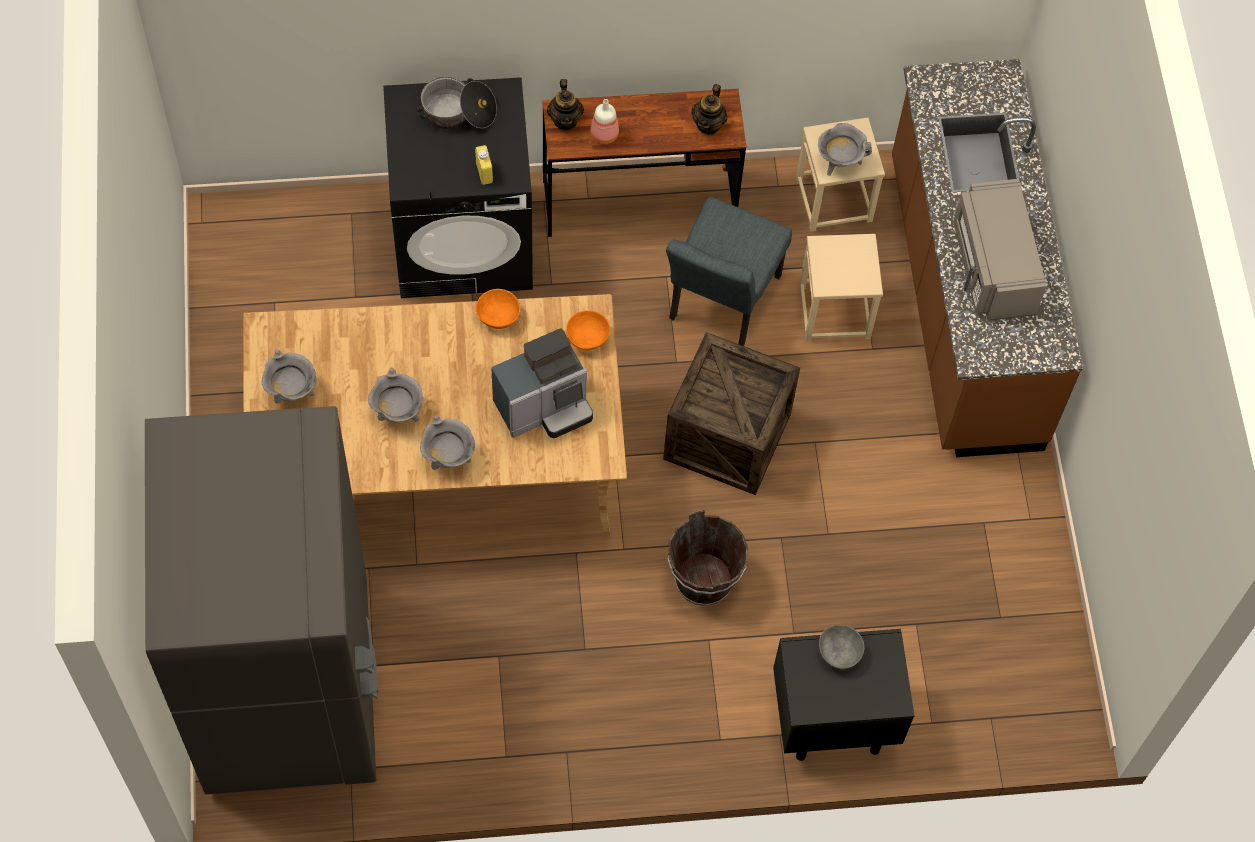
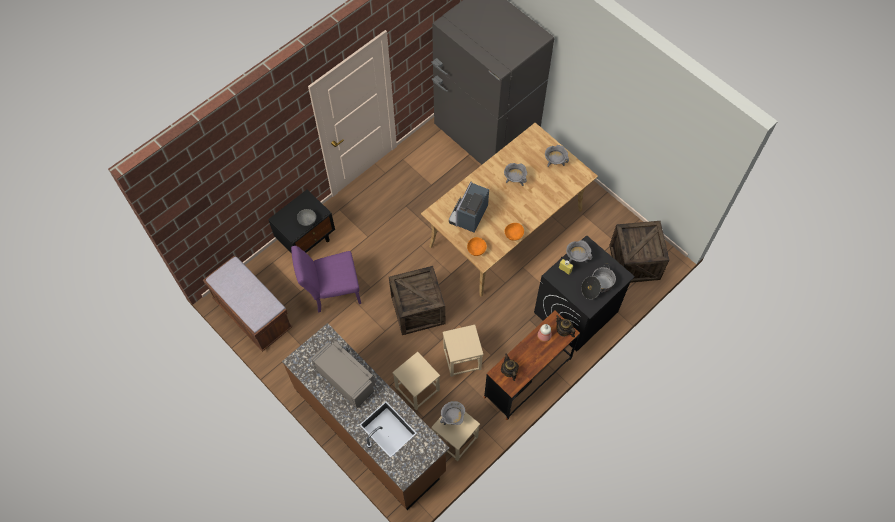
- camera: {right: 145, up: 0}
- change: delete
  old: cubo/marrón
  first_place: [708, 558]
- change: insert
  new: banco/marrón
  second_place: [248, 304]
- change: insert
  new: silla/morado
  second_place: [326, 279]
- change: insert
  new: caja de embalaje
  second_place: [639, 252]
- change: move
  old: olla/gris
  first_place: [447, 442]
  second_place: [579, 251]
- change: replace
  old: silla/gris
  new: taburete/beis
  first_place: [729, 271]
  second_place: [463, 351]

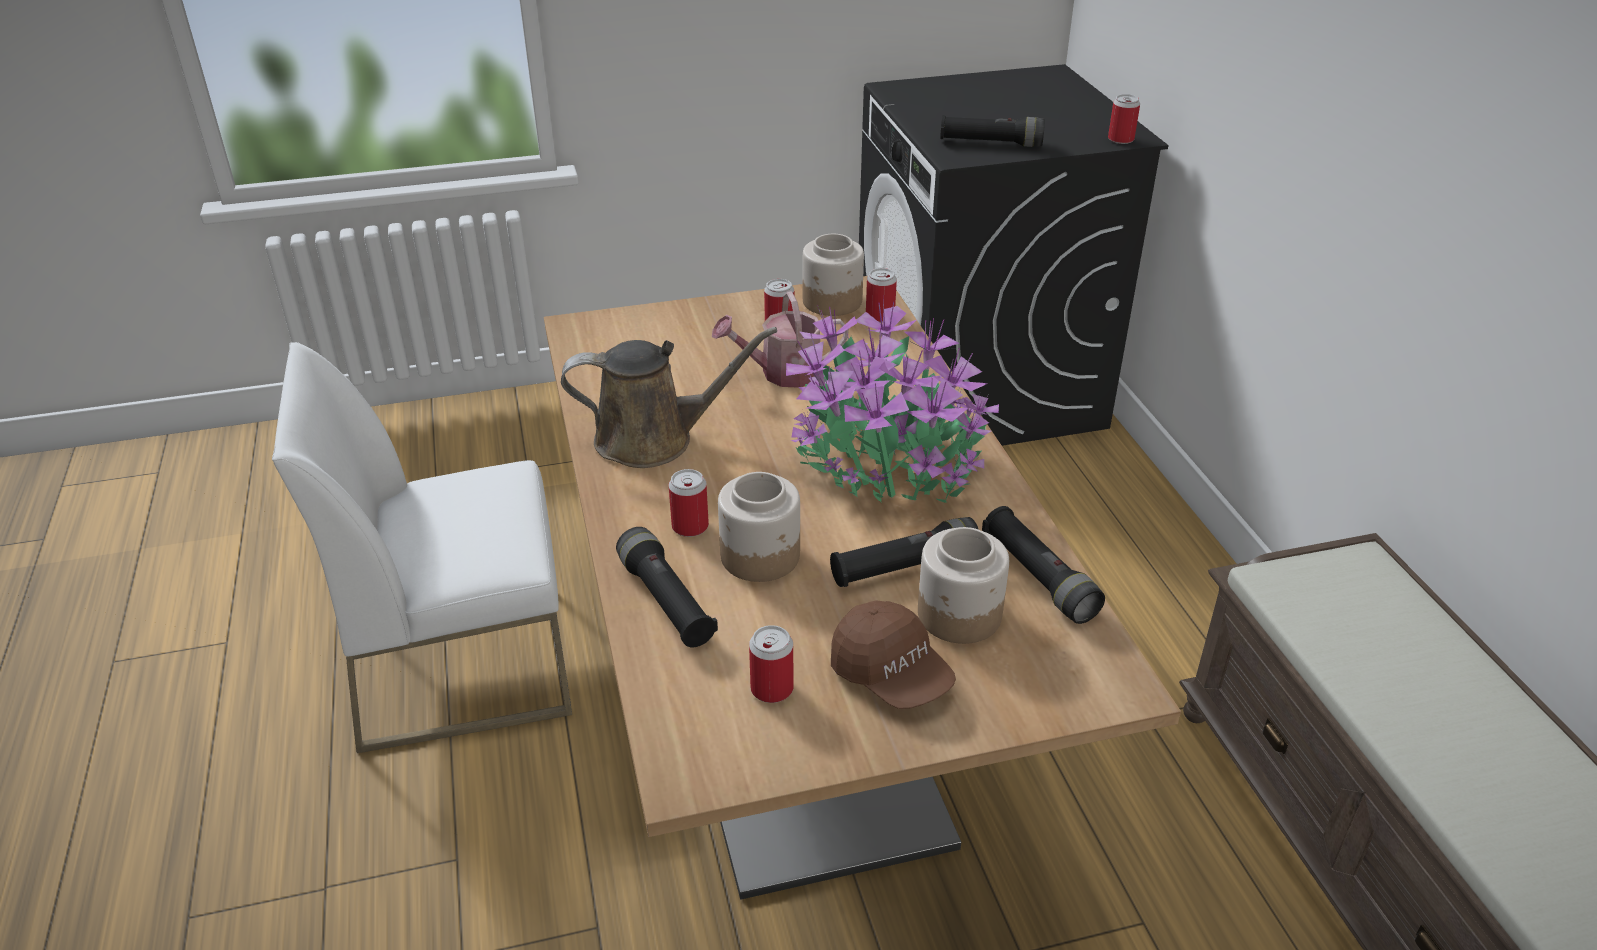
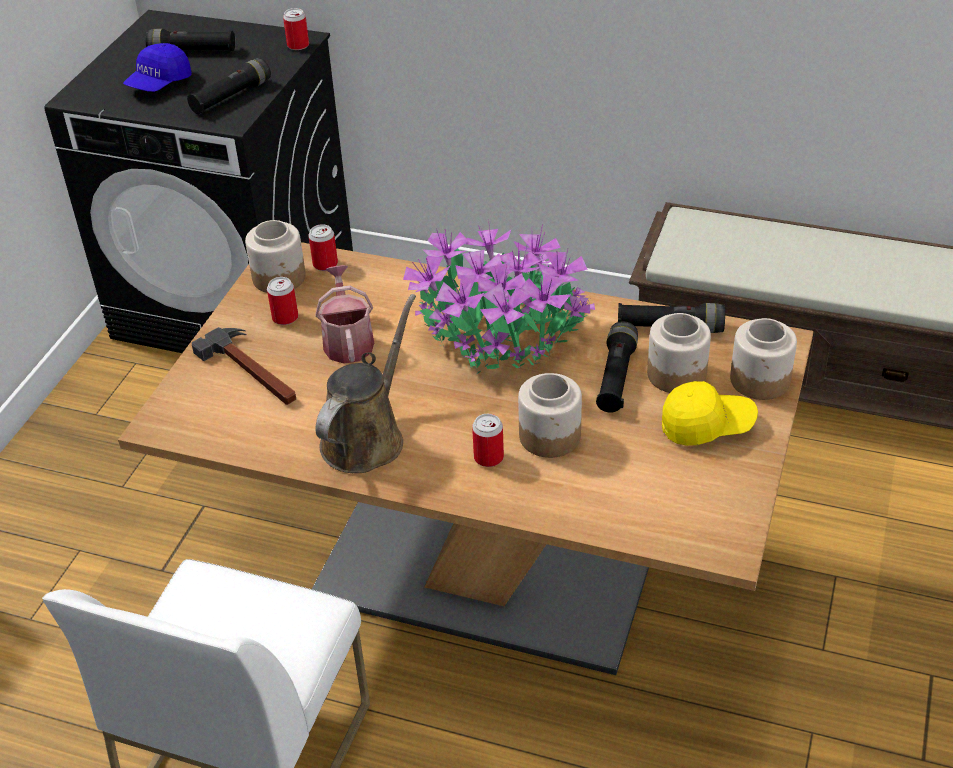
- camera: {right: -55, up: 5}
- change: delete
  old: lata
  first_place: [771, 664]
- change: insert
  new: gorra/azul
  second_place: [157, 67]
- change: insert
  new: martillo
  second_place: [244, 366]
- change: insert
  new: tarro
  second_place: [763, 359]
- change: move
  old: linterna/negro
  first_place: [667, 587]
  second_place: [190, 40]
- change: recolor
  old: gorra/marrón
  new: gorra/amarillo
  first_place: [893, 654]
  second_place: [710, 413]
- change: rotate
  old: regadera
  first_place: [780, 339]
  second_place: [344, 314]
  degrees: 150

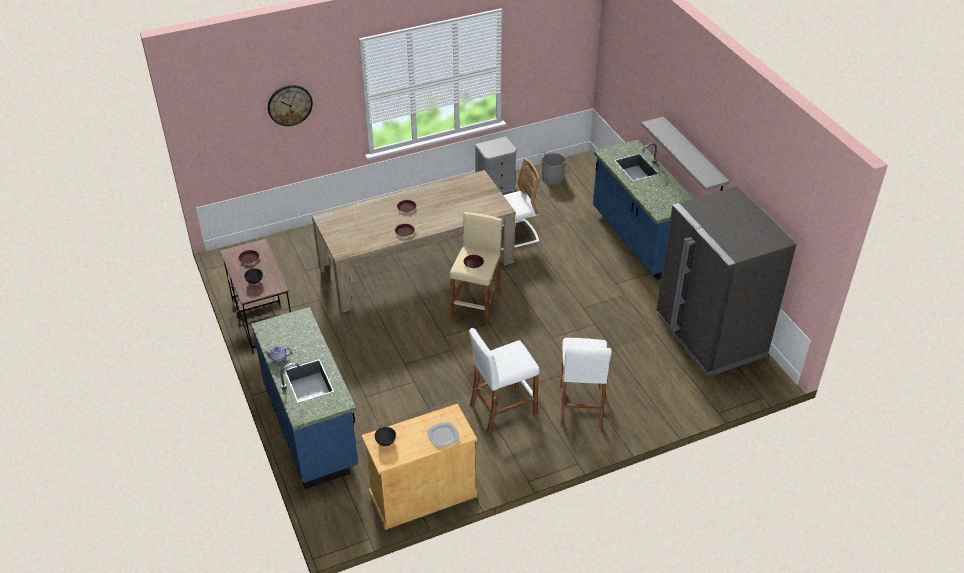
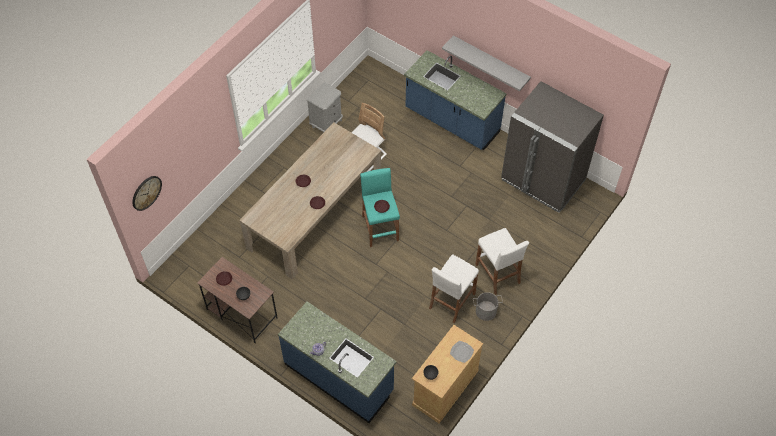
- camera: {right: -30, up: 15}
- change: move
  old: reloj de pared
  first_place: [290, 105]
  second_place: [147, 193]
- change: move
  old: cubo/gris
  first_place: [554, 168]
  second_place: [488, 306]
- change: recolor
  old: taburete/beis
  new: taburete/turquesa
  first_place: [476, 269]
  second_place: [380, 207]

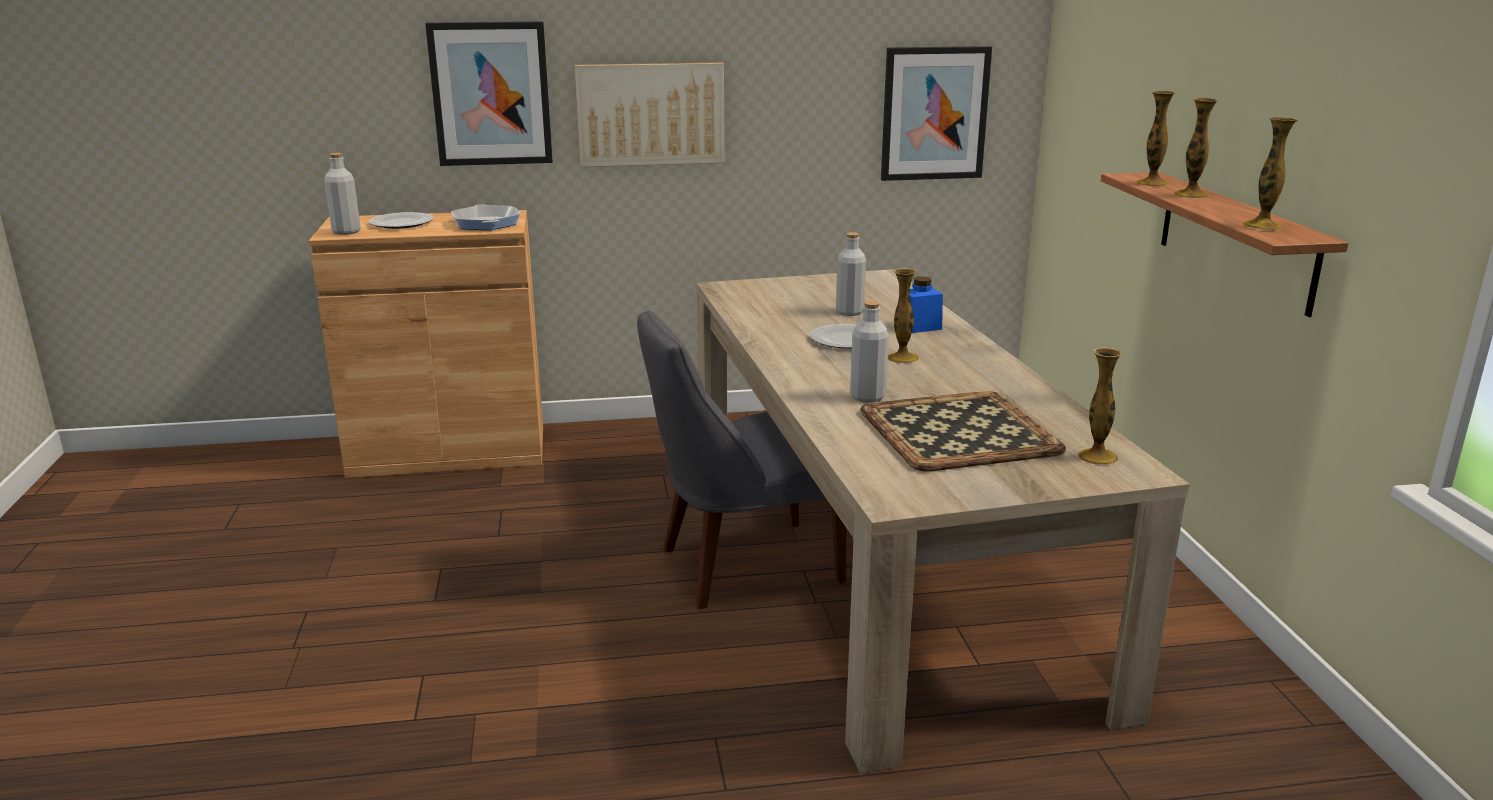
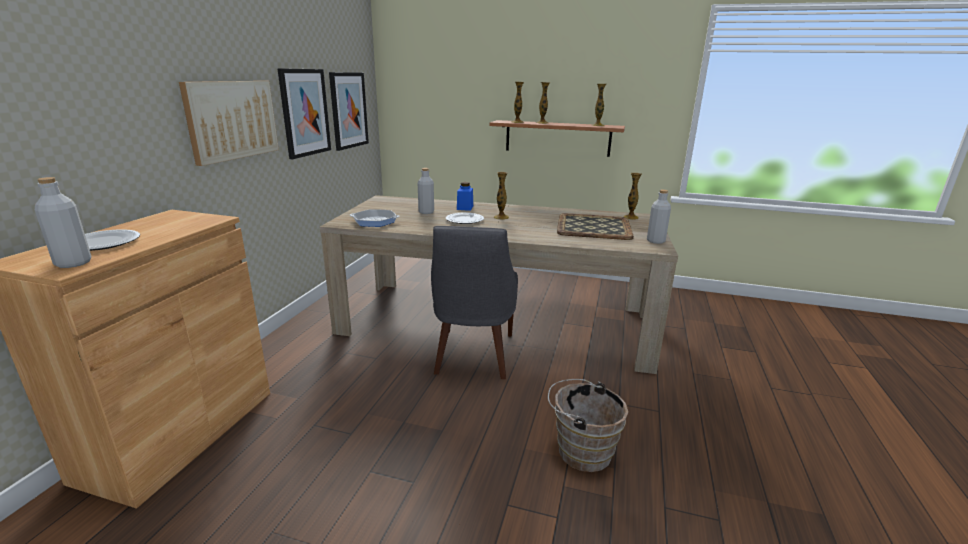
- camera: {right: -65, up: 0}
- change: insert
  new: cubo/marrón
  second_place: [588, 425]
- change: move
  old: cuadro
  first_place: [489, 93]
  second_place: [304, 113]
- change: move
  old: sartén
  first_place: [485, 217]
  second_place: [374, 218]
- change: move
  old: botella/gris
  first_place: [869, 352]
  second_place: [659, 217]

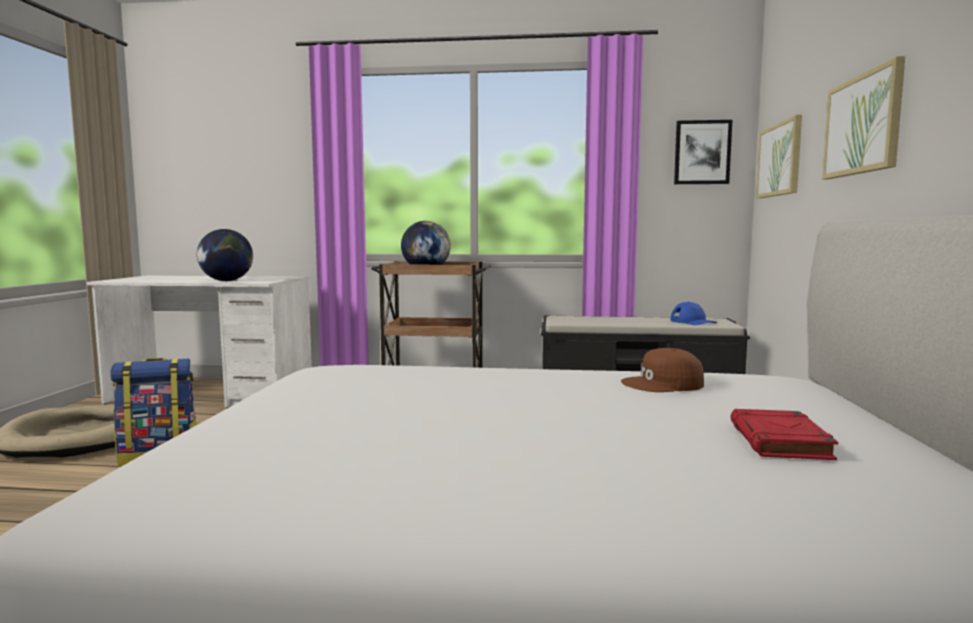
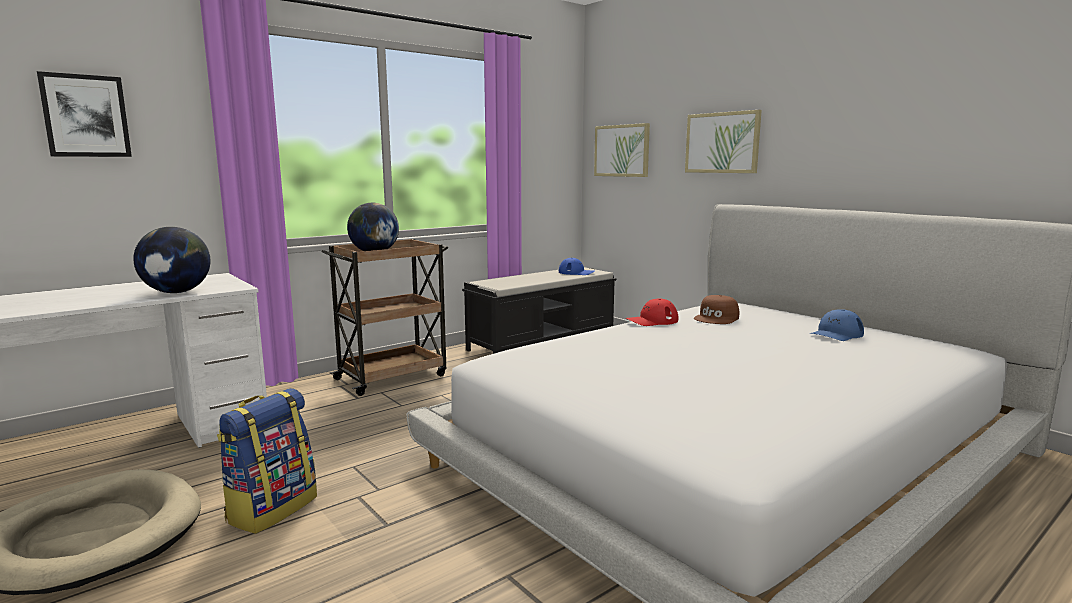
- camera: {right: -45, up: 5}
- change: insert
  new: gorra/rojo
  second_place: [652, 312]
- change: move
  old: cuadro
  first_place: [703, 152]
  second_place: [84, 114]
- change: replace
  old: libro/rojo
  new: gorra/azul
  first_place: [784, 434]
  second_place: [837, 325]

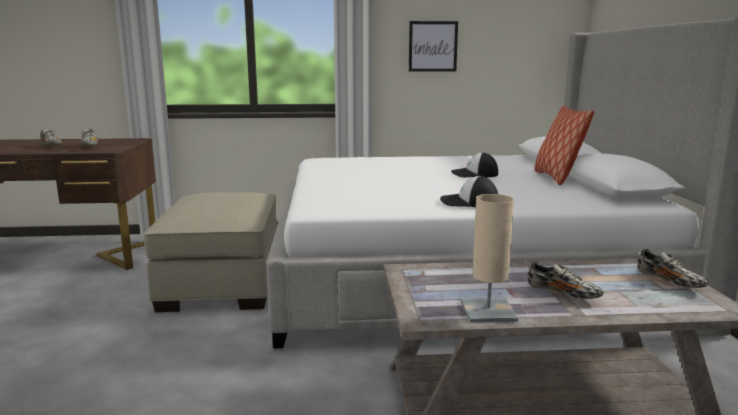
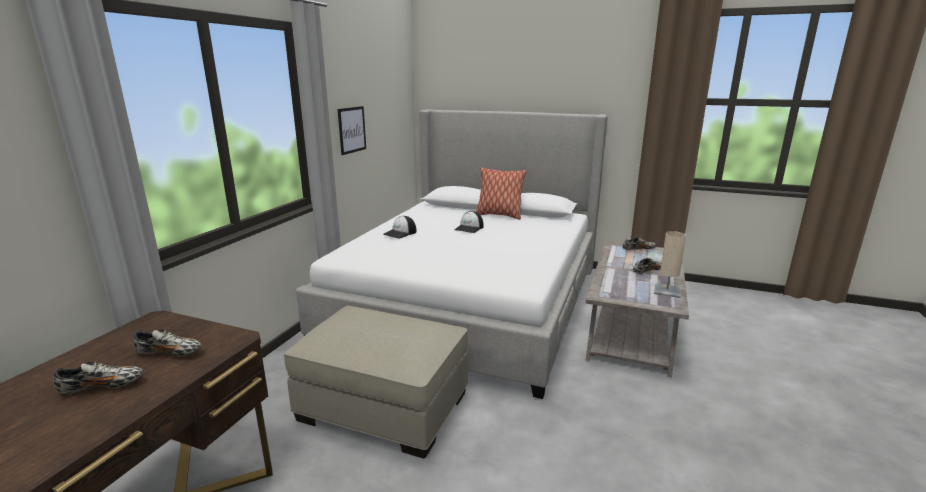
- camera: {right: -65, up: 5}
- change: move
  old: gorra
  first_place: [469, 192]
  second_place: [400, 227]

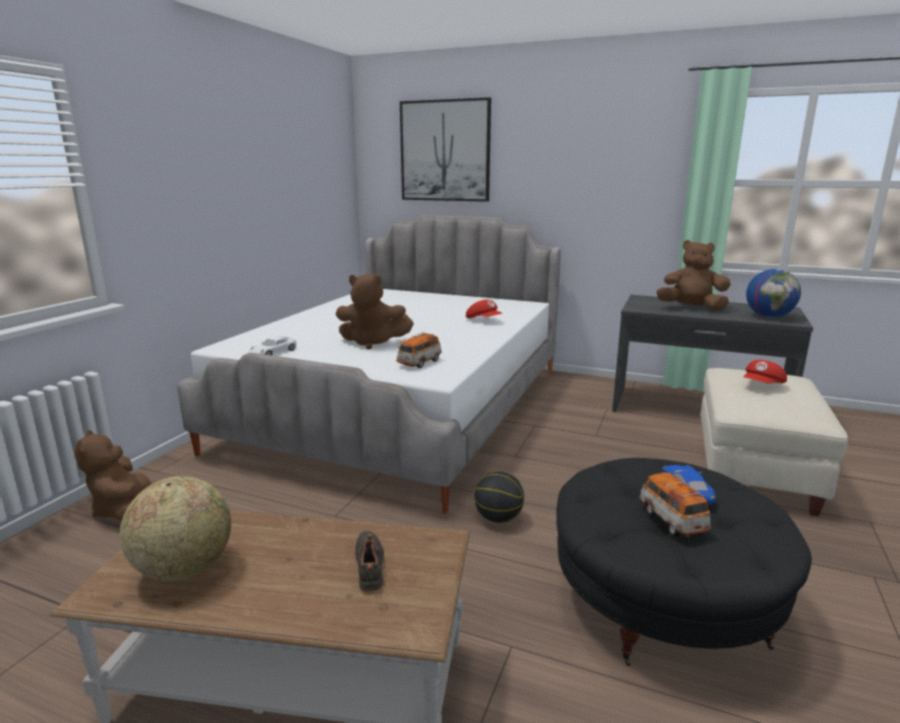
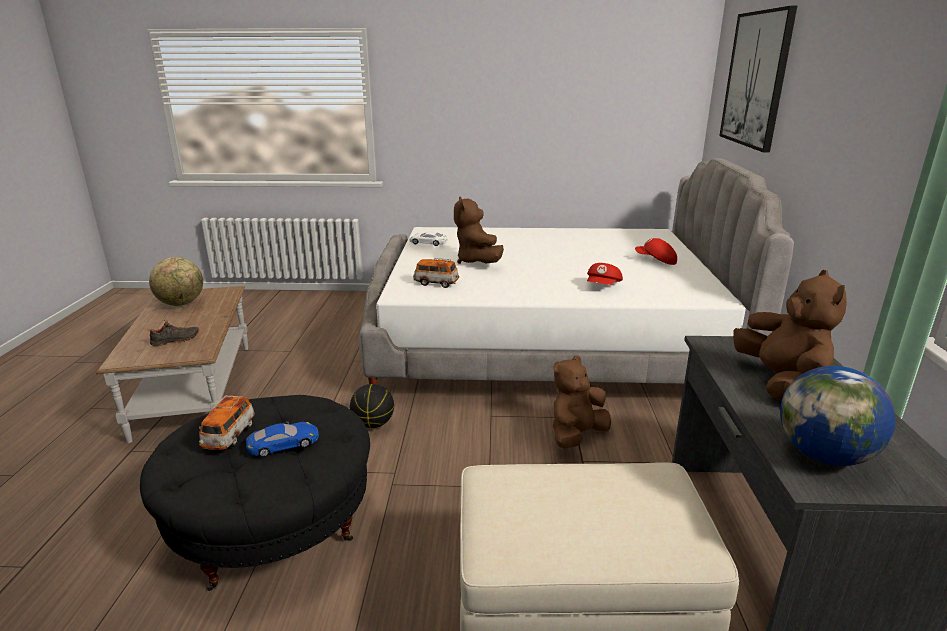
- camera: {right: 70, up: 5}
- change: move
  old: peluche/marrón
  first_place: [112, 475]
  second_place: [582, 402]
- change: move
  old: gorra/rojo
  first_place: [765, 372]
  second_place: [656, 251]
- change: rotate
  old: coche de juguete
  first_place: [675, 505]
  second_place: [227, 422]
  degrees: 135

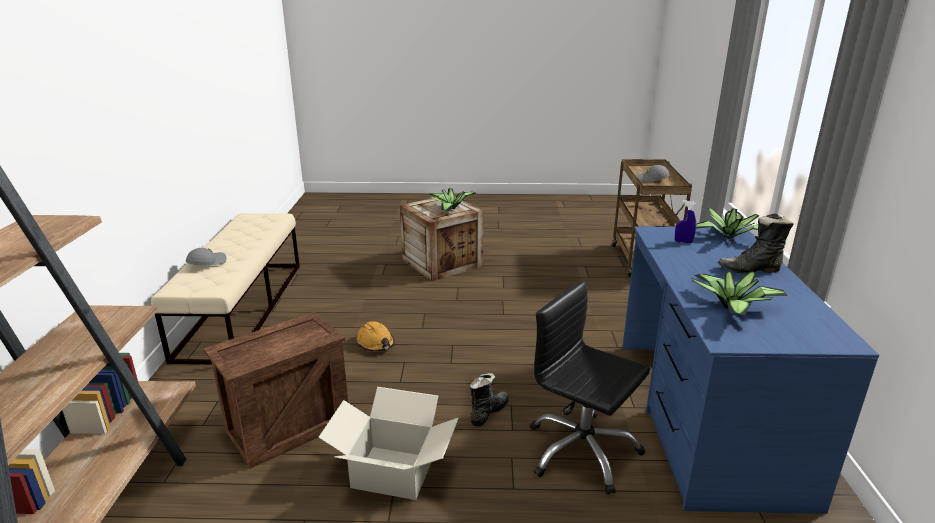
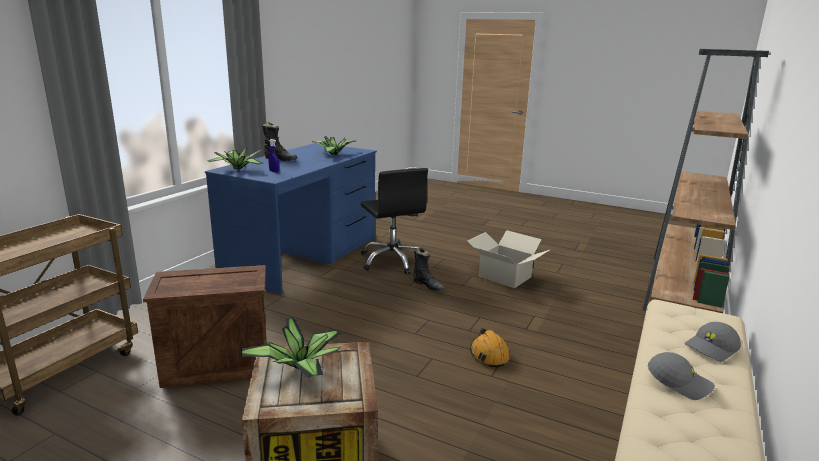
- camera: {right: -155, up: -5}
- change: move
  old: caja de embalaje
  first_place: [275, 390]
  second_place: [205, 326]
- change: move
  old: gorra/gris
  first_place: [653, 174]
  second_place: [681, 376]
- change: rotate
  old: bota/negro
  first_place: [489, 399]
  second_place: [429, 269]
  degrees: -105

